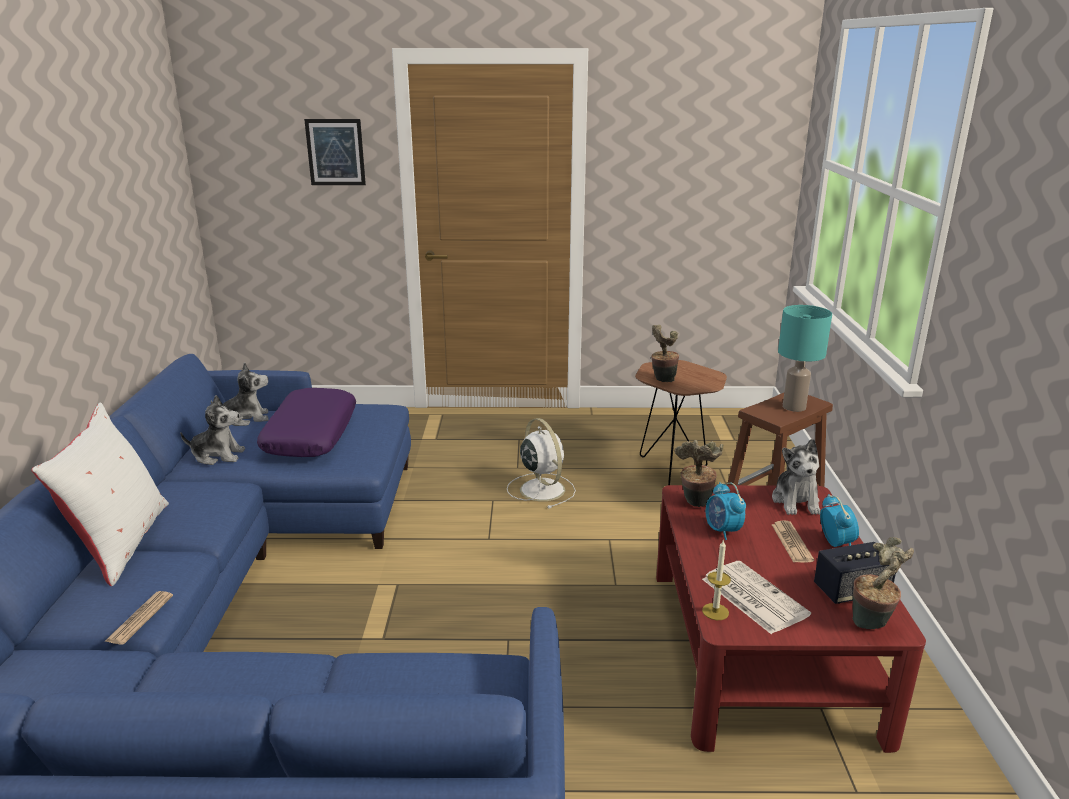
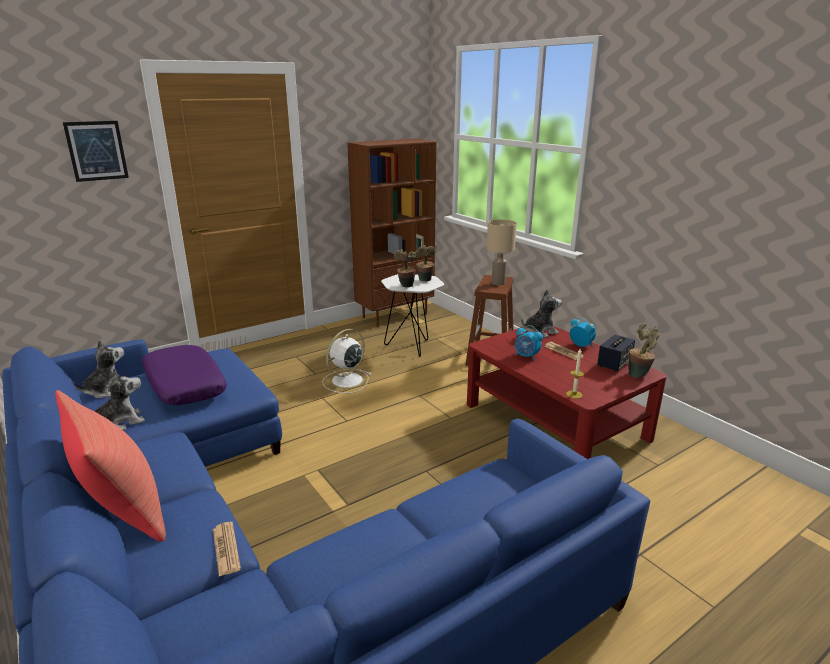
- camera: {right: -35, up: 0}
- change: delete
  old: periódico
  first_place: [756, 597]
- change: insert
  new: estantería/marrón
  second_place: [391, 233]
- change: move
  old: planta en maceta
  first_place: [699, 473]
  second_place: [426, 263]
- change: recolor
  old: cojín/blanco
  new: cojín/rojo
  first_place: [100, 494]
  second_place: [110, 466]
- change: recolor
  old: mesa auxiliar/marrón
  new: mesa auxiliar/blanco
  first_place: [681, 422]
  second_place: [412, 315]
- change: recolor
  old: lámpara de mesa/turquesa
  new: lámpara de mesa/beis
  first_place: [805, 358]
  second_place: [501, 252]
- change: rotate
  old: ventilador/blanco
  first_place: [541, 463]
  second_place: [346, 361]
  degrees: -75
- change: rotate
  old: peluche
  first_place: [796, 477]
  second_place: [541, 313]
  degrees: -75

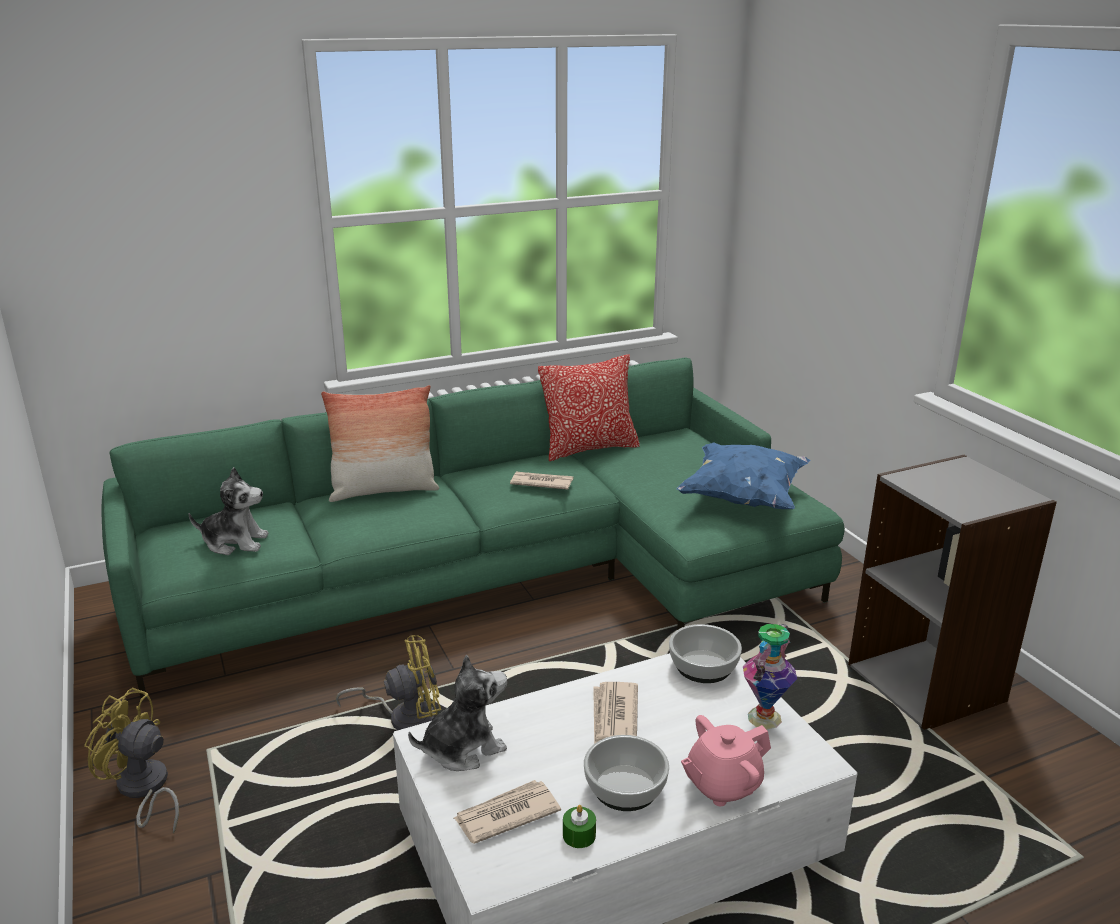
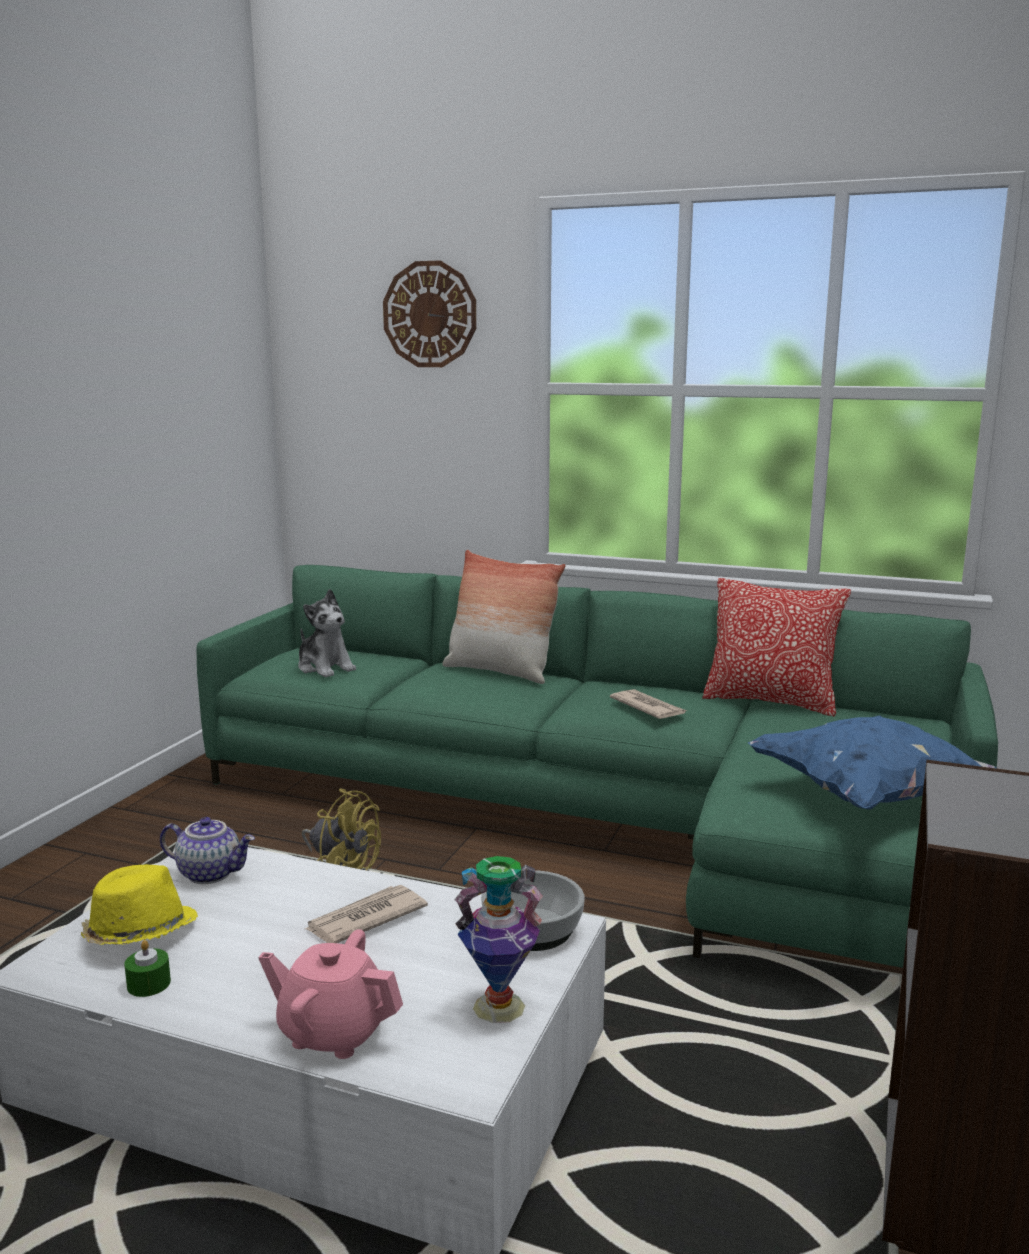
- camera: {right: 45, up: -10}
- change: delete
  old: ventilador/amarillo
  first_place: [131, 761]
- change: delete
  old: cuenco
  first_place: [626, 773]
- change: insert
  new: reloj de pared
  second_place: [429, 313]
- change: replace
  old: peluche
  new: tetera
  first_place: [457, 712]
  second_place: [207, 850]
- change: replace
  old: periódico
  new: sombrero/amarillo
  first_place: [507, 812]
  second_place: [139, 904]

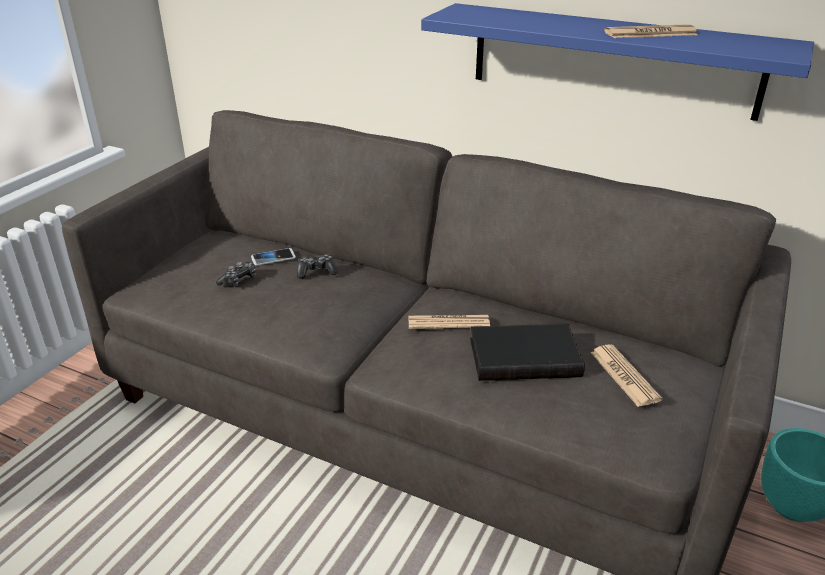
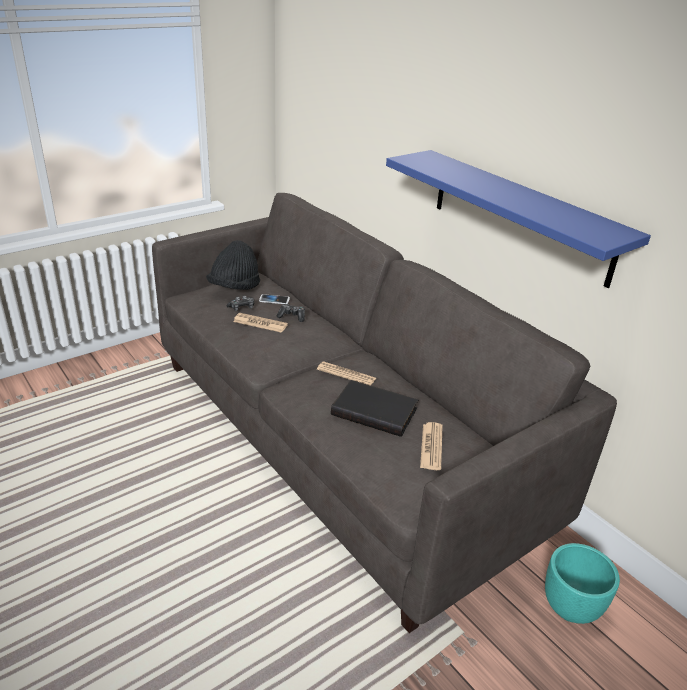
- camera: {right: 25, up: 0}
- change: insert
  new: sombrero/negro
  second_place: [233, 265]
- change: move
  old: periódico
  first_place: [651, 31]
  second_place: [260, 323]

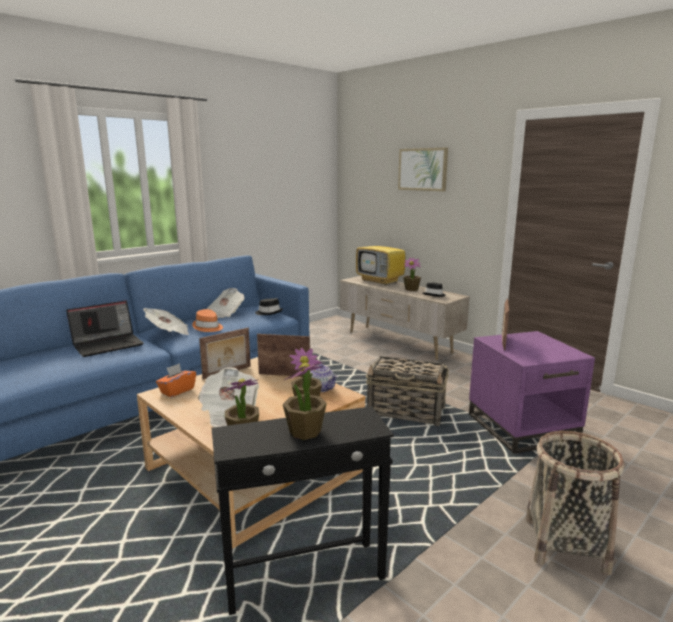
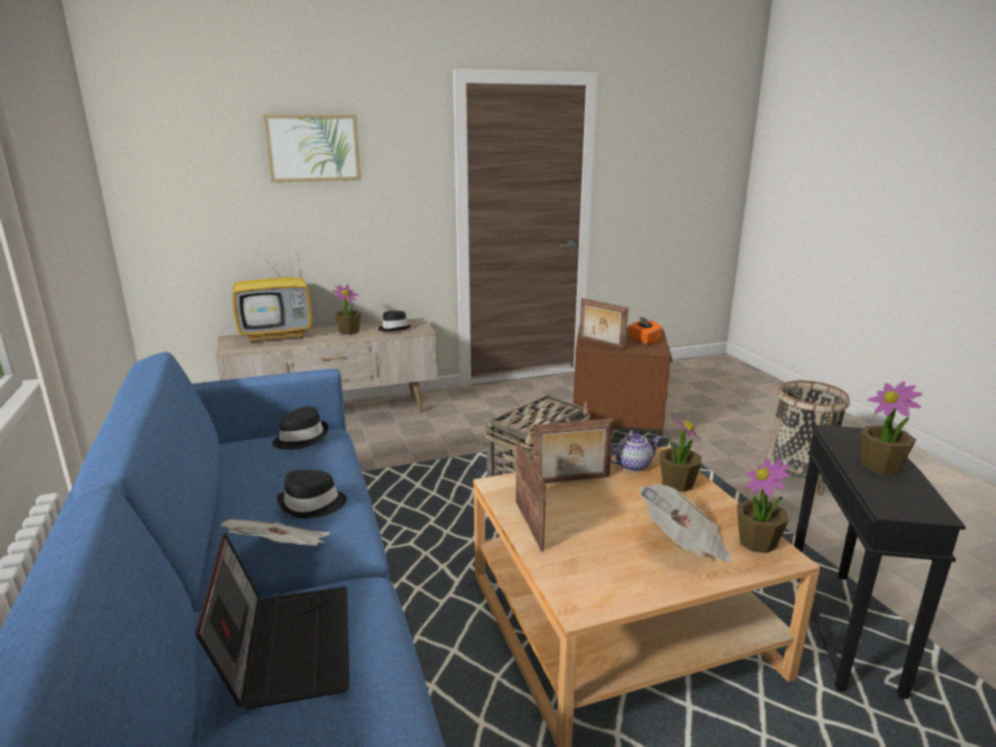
- camera: {right: -65, up: 5}
- change: delete
  old: periódico
  first_place: [225, 303]
- change: move
  old: caja de pañuelos/naranja
  first_place: [176, 380]
  second_place: [645, 330]
- change: recolor
  old: sombrero/naranja
  new: sombrero/negro
  first_place: [207, 320]
  second_place: [312, 494]
- change: recolor
  old: mesa auxiliar/morado
  new: mesa auxiliar/marrón
  first_place: [532, 392]
  second_place: [622, 386]
- change: rotate
  old: portarretratos
  first_place: [283, 355]
  second_place: [573, 450]
  degrees: -135

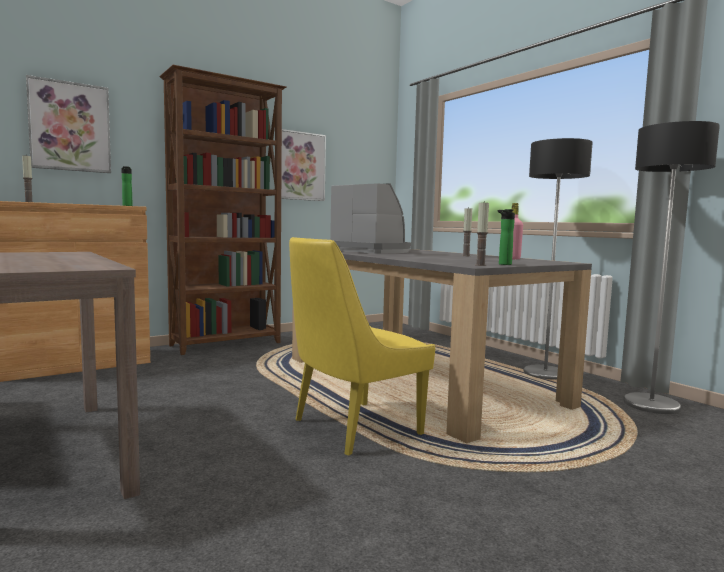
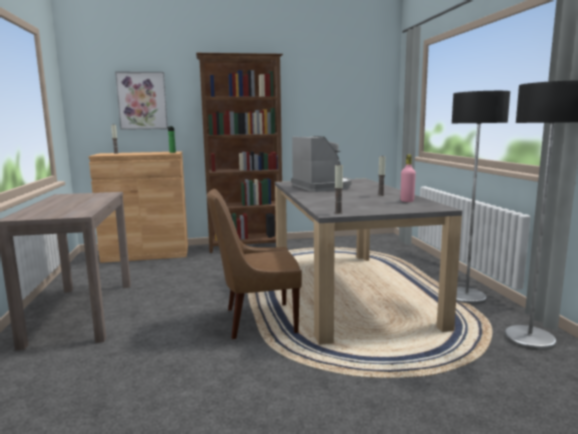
- camera: {right: 25, up: 5}
- change: delete
  old: cuadro
  first_place: [303, 165]
- change: delete
  old: botella
  first_place: [506, 237]
- change: recolor
  old: silla/amarillo
  new: silla/marrón
  first_place: [362, 346]
  second_place: [254, 264]

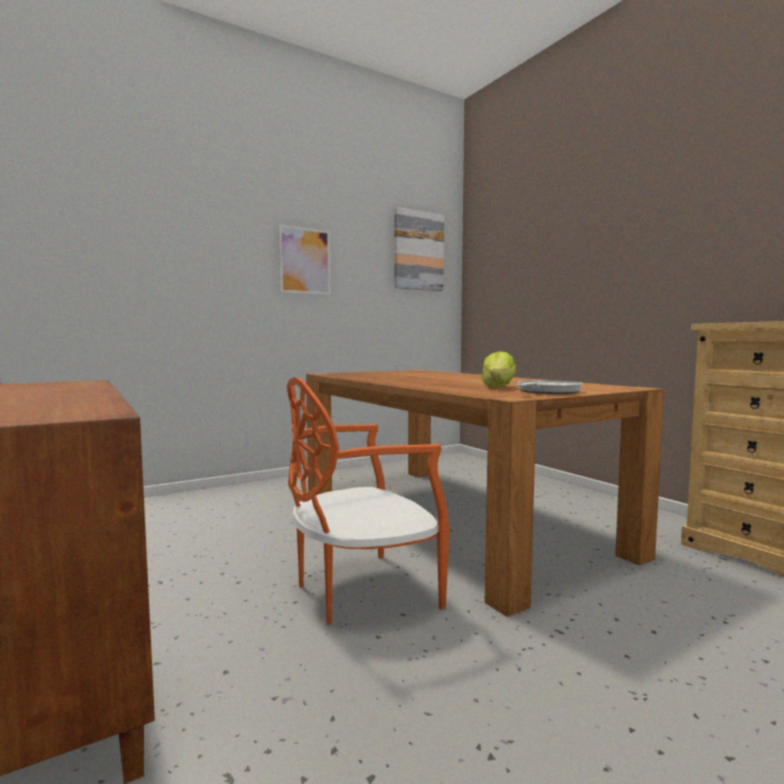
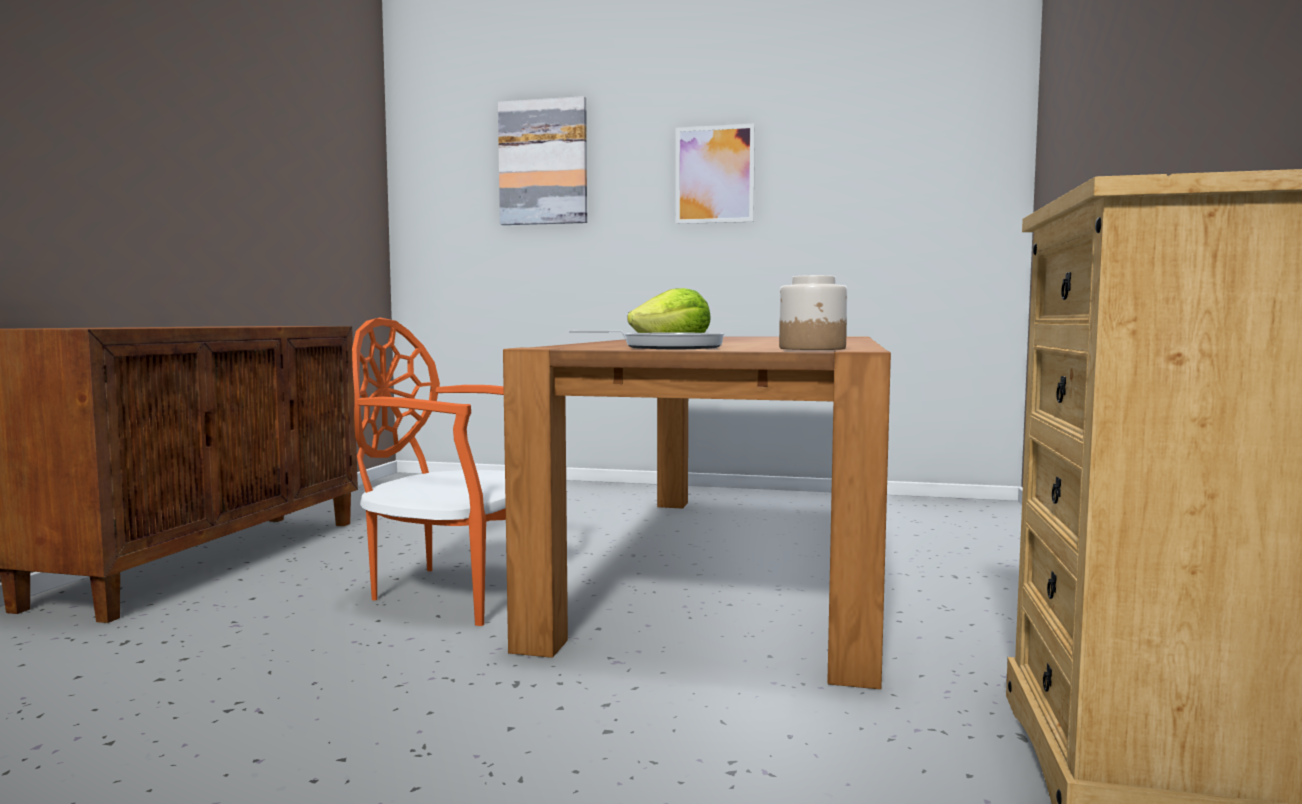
- camera: {right: 45, up: 0}
- change: insert
  new: tarro
  second_place: [813, 312]
- change: move
  old: cuadro
  first_place: [419, 249]
  second_place: [542, 160]

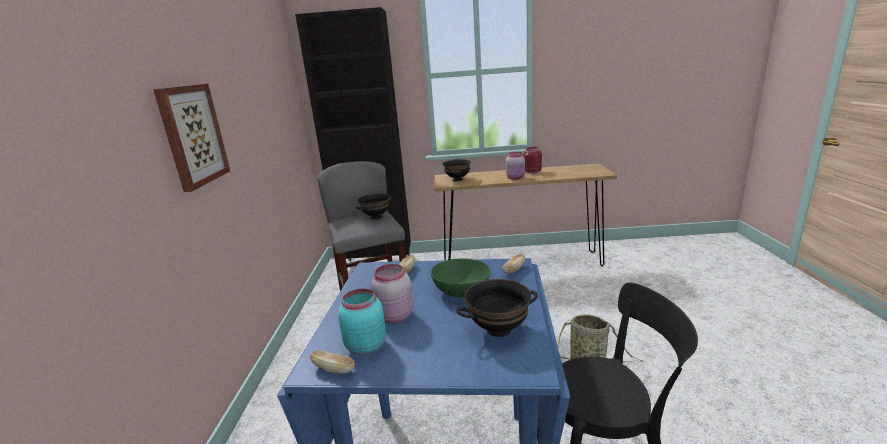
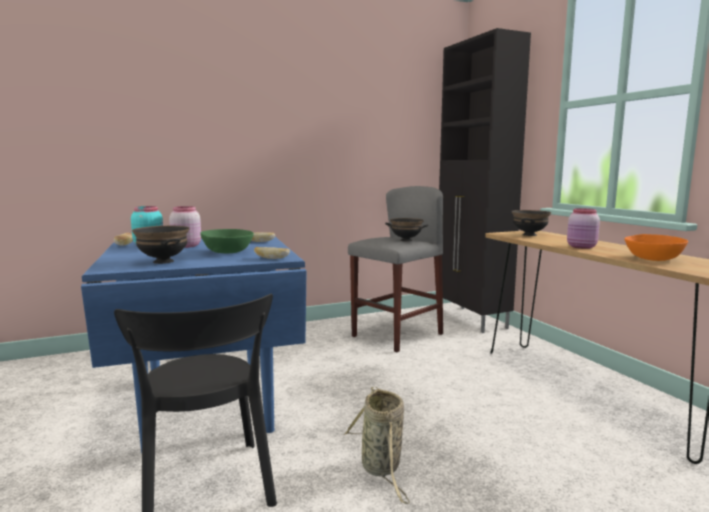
- camera: {right: 65, up: -10}
- change: delete
  old: cuadro
  first_place: [191, 138]
- change: delete
  old: tarro/rojo
  first_place: [532, 160]
- change: insert
  new: cuenco/naranja
  second_place: [656, 247]

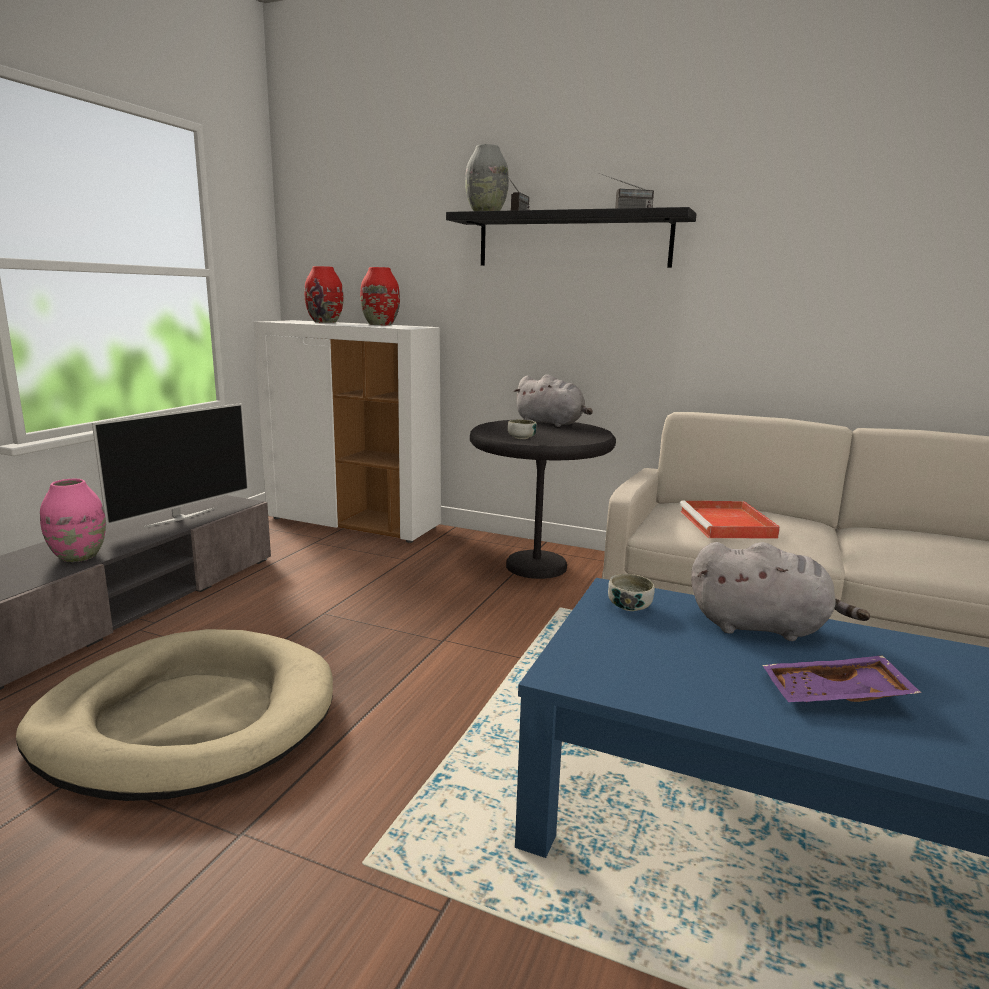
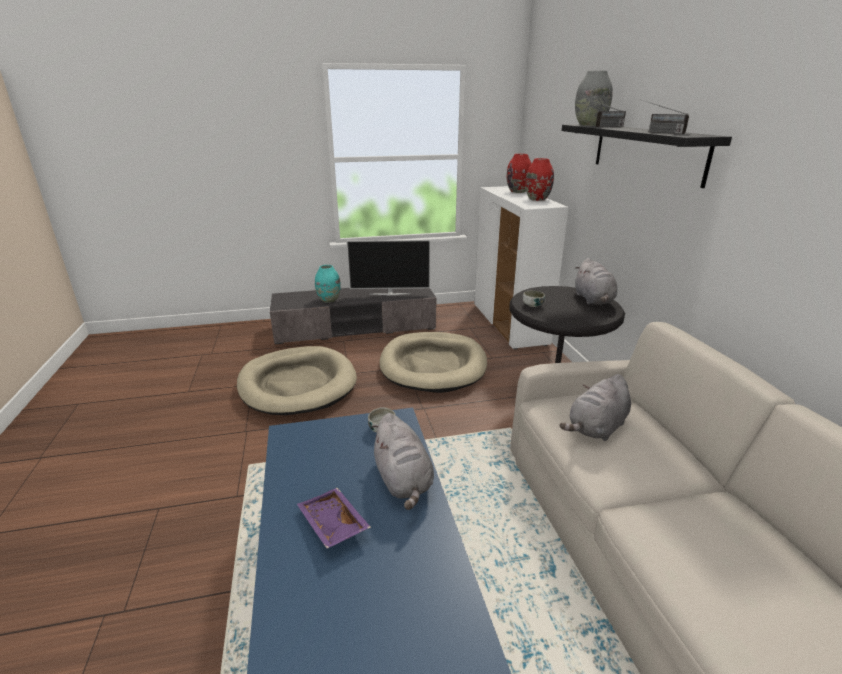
- camera: {right: 55, up: 10}
- change: insert
  new: cama para perro/beis
  second_place: [433, 362]
- change: replace
  old: bandeja/rojo
  new: peluche/gris
  first_place: [729, 519]
  second_place: [595, 407]
- change: recolor
  old: florero/rosa
  new: florero/turquesa
  first_place: [73, 520]
  second_place: [328, 284]

